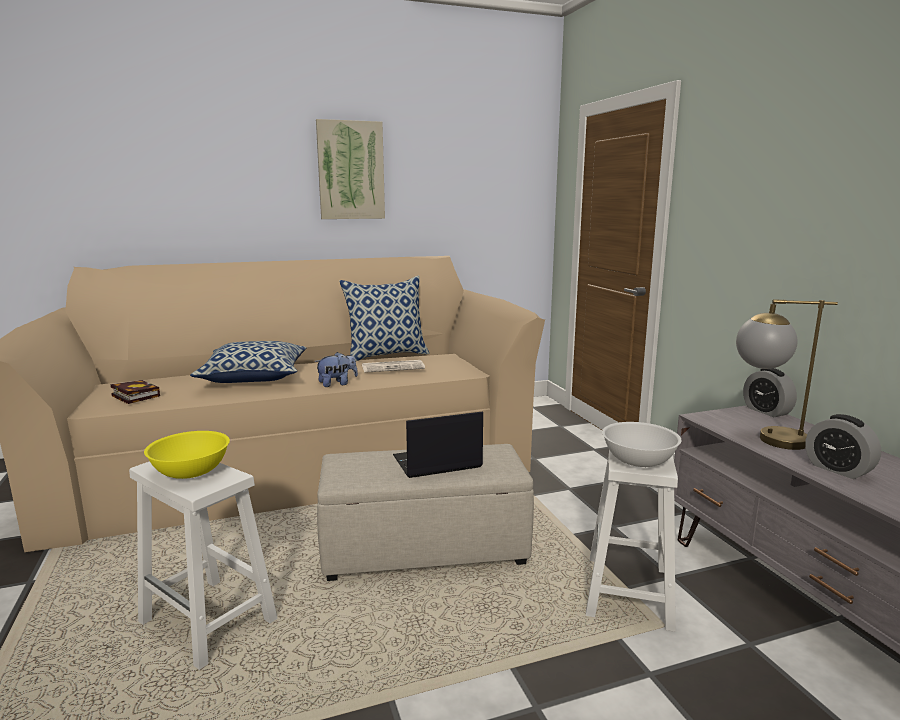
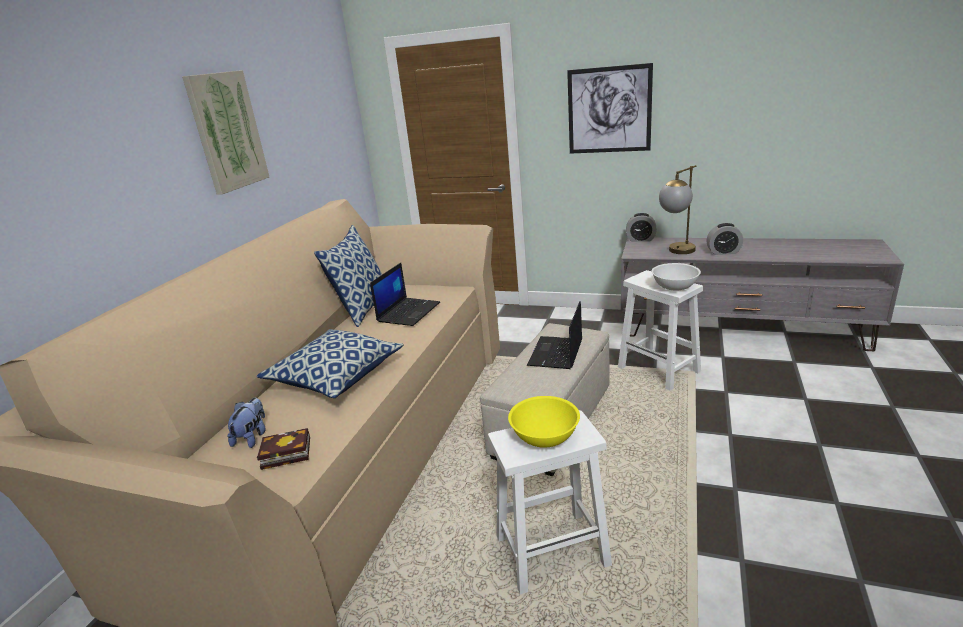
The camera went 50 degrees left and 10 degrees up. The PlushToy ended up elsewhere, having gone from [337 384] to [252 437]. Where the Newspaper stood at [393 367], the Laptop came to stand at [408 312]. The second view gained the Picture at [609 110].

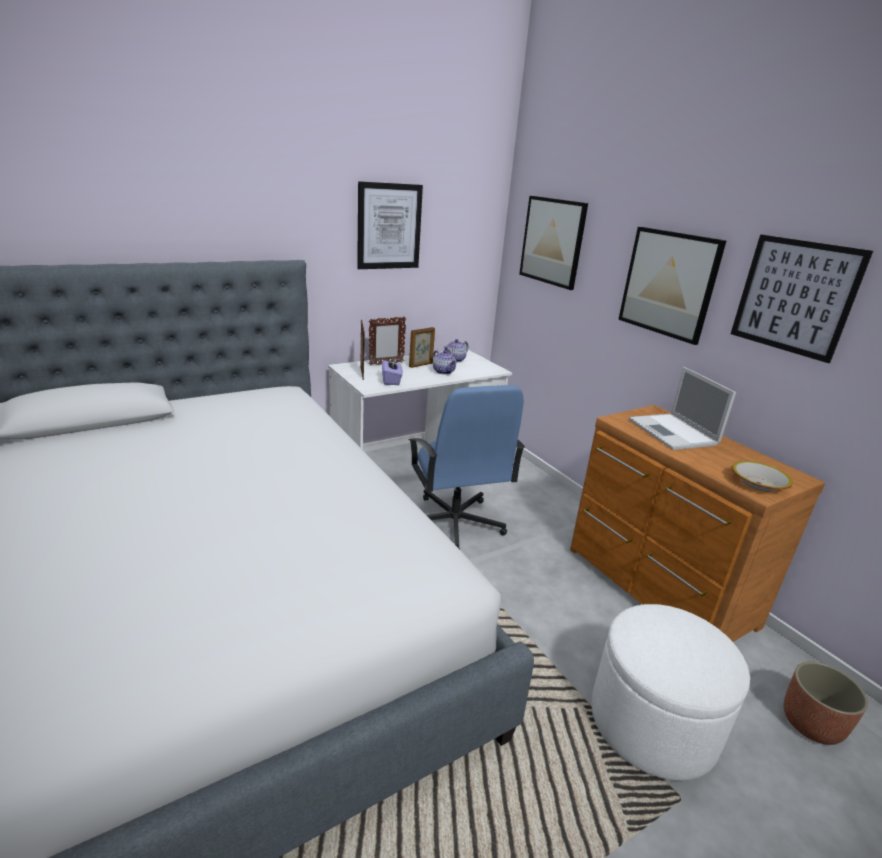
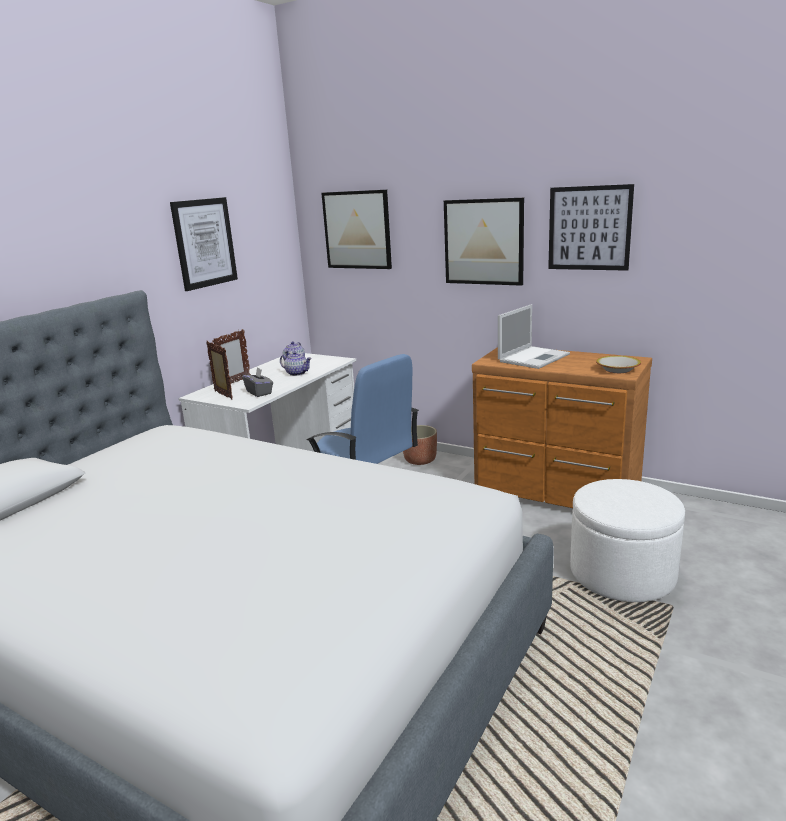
The camera went 25 degrees left and 5 degrees down. What was the PurpleTissueBox at [391 381] turned into the GreyTissueBox at [259 392]. The Planter ended up elsewhere, having gone from [811 724] to [420 460]. The Laptop at [673 432] ended up facing another way, 90 degrees counterclockwise from before. The second view lost the PictureFrame at [421 365].

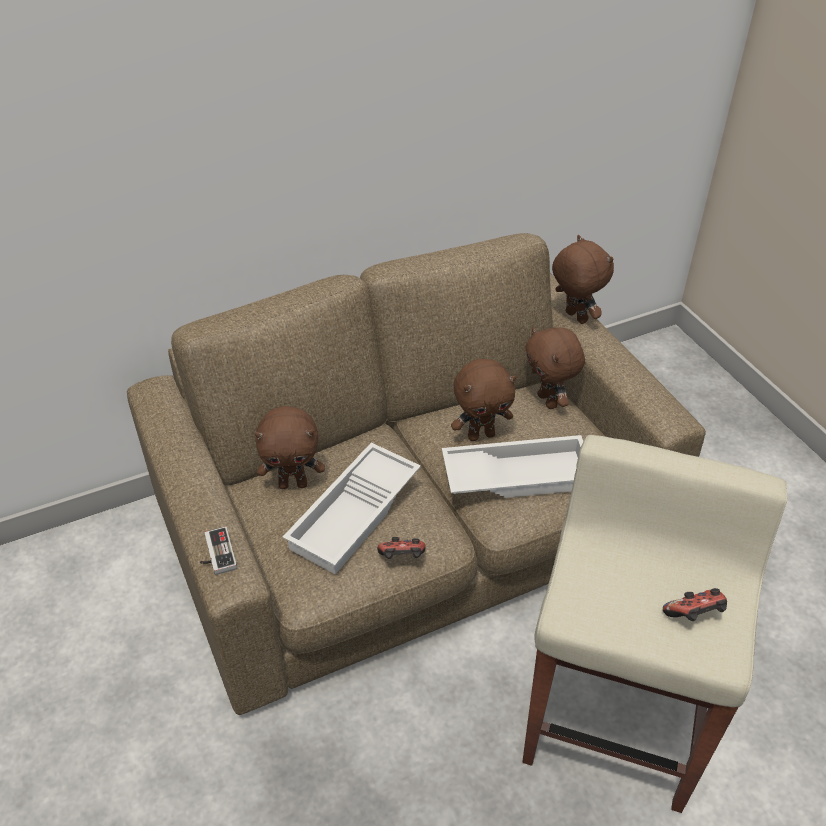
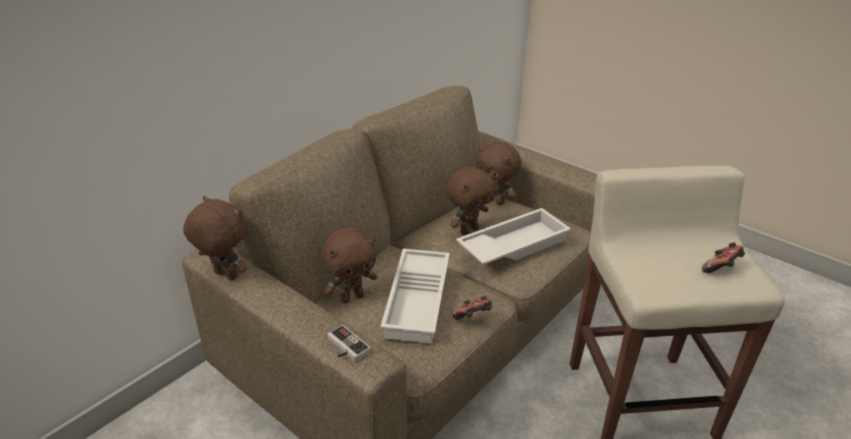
The camera went 25 degrees left and 10 degrees down. The BrownPlushToy ended up elsewhere, having gone from [574 317] to [224 276].

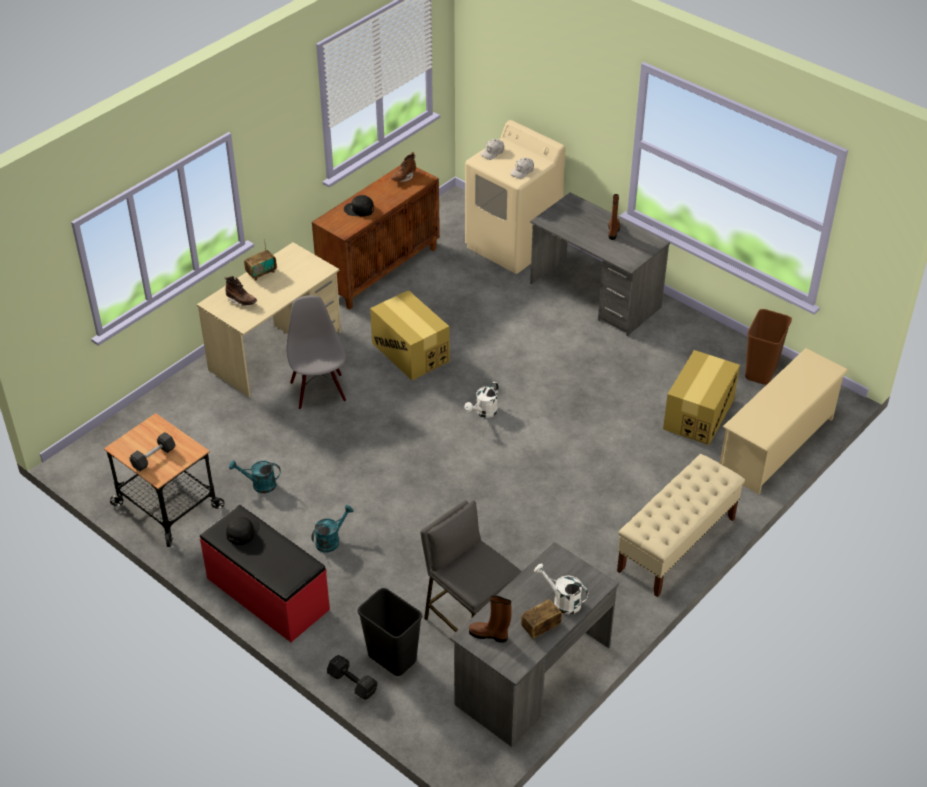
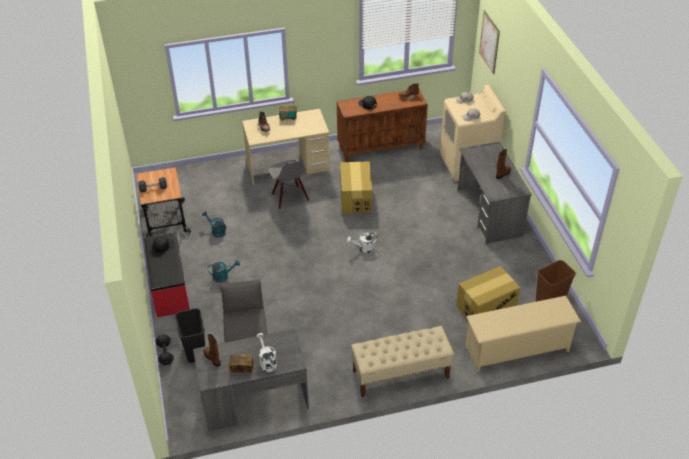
The camera went 35 degrees right and 0 degrees up. The GreyChair at [319 391] ended up facing another way, 135 degrees clockwise from before. The second view gained the Picture at [489 42].

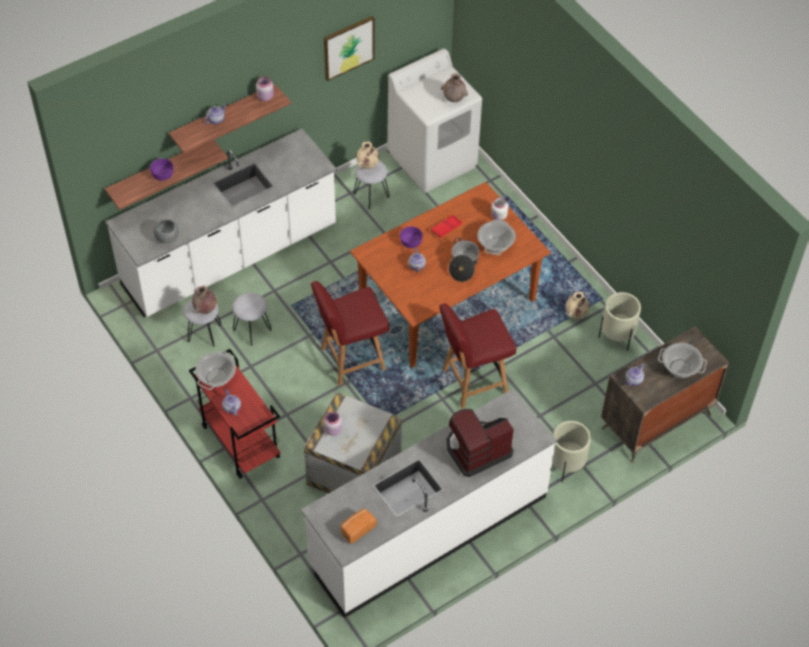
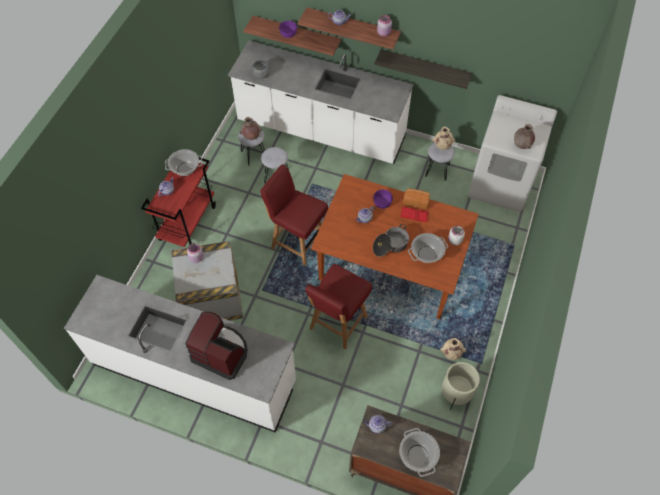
The camera went 55 degrees right and 5 degrees up. The RedChair at [473 381] ended up facing another way, 90 degrees counterclockwise from before. The second view gained the Shelf at [424 68]. The Bread ended up elsewhere, having gone from [357 529] to [416 201]. The second view lost the Picture at [348 47]. The second view lost the BeigePlanter at [566 466].

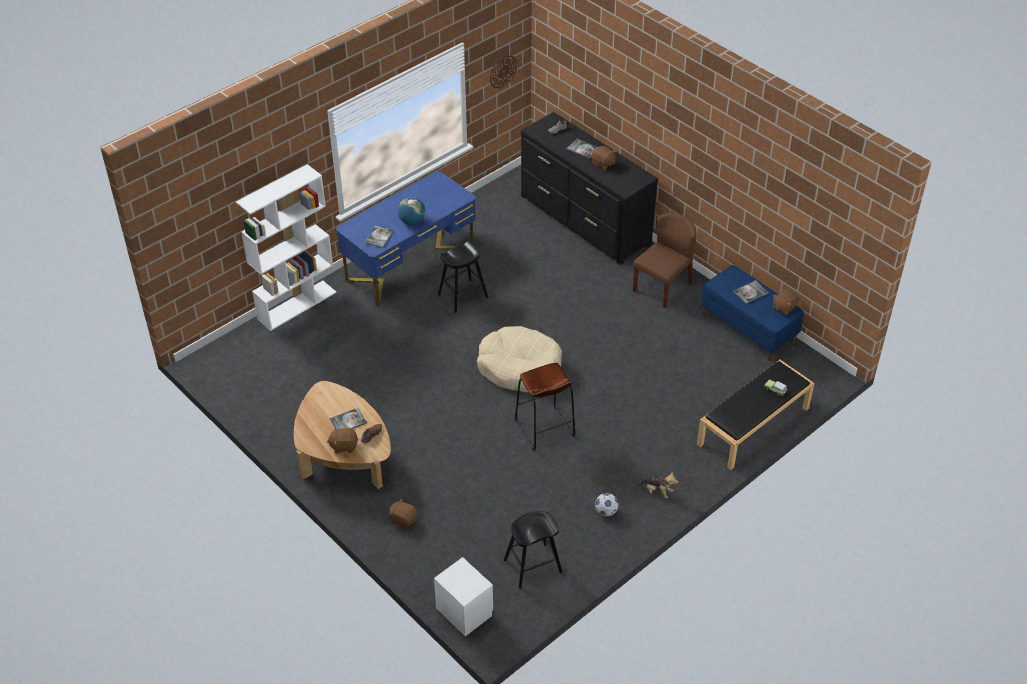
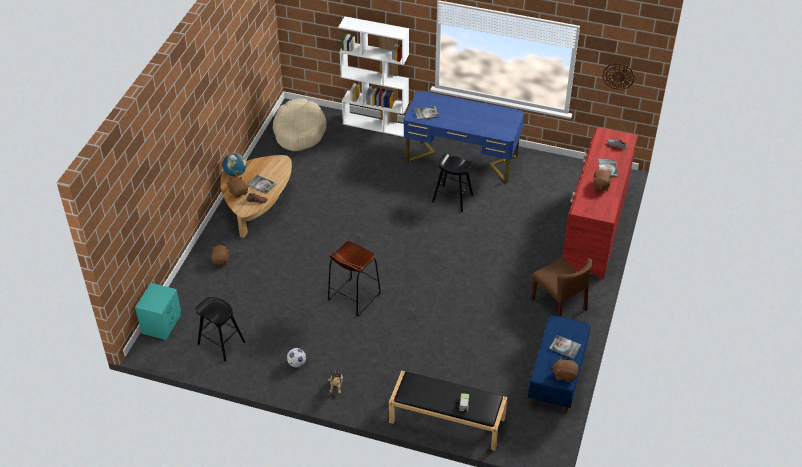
The camera went 60 degrees right and 0 degrees up. What was the WhiteNightstand at [464 612] turned into the TurquoiseNightstand at [161 324]. The Globe ended up elsewhere, having gone from [412 222] to [235 173]. The BeigeDogBed ended up elsewhere, having gone from [520 368] to [299 131]. The BrownChair at [662 287] ended up facing another way, 45 degrees clockwise from before. What was the BlackDresser at [584 220] turned into the RedDresser at [594 229].

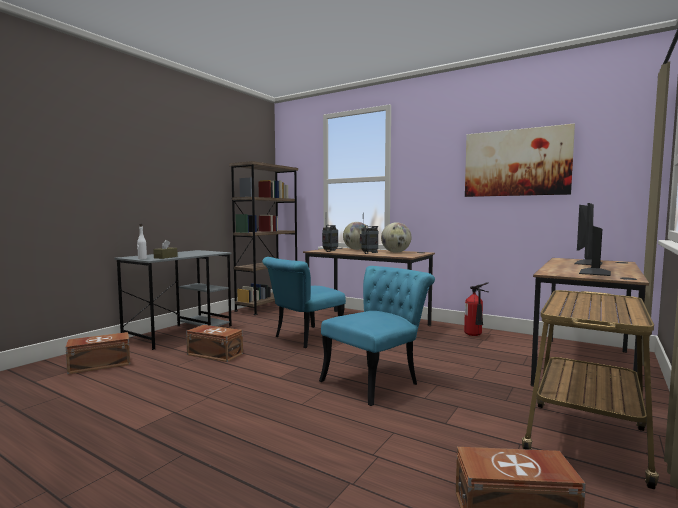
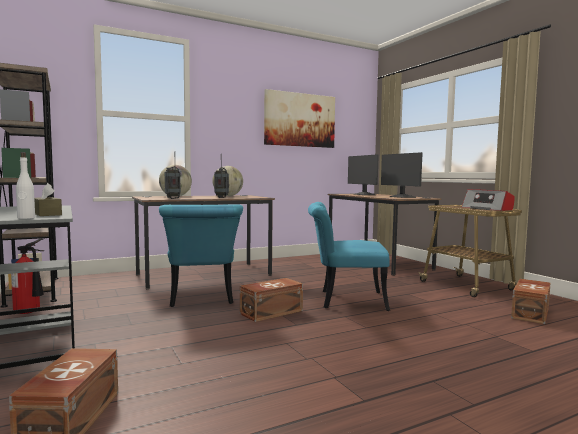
The camera went 60 degrees left and 0 degrees up. The FireExtinguisher ended up elsewhere, having gone from [475 336] to [30 312]. The BrownStorageBox ended up elsewhere, having gone from [215 354] to [270 312]. The TurquoiseChair at [376 380] ended up facing another way, 75 degrees counterclockwise from before. The second view gained the Radio at [487 209].

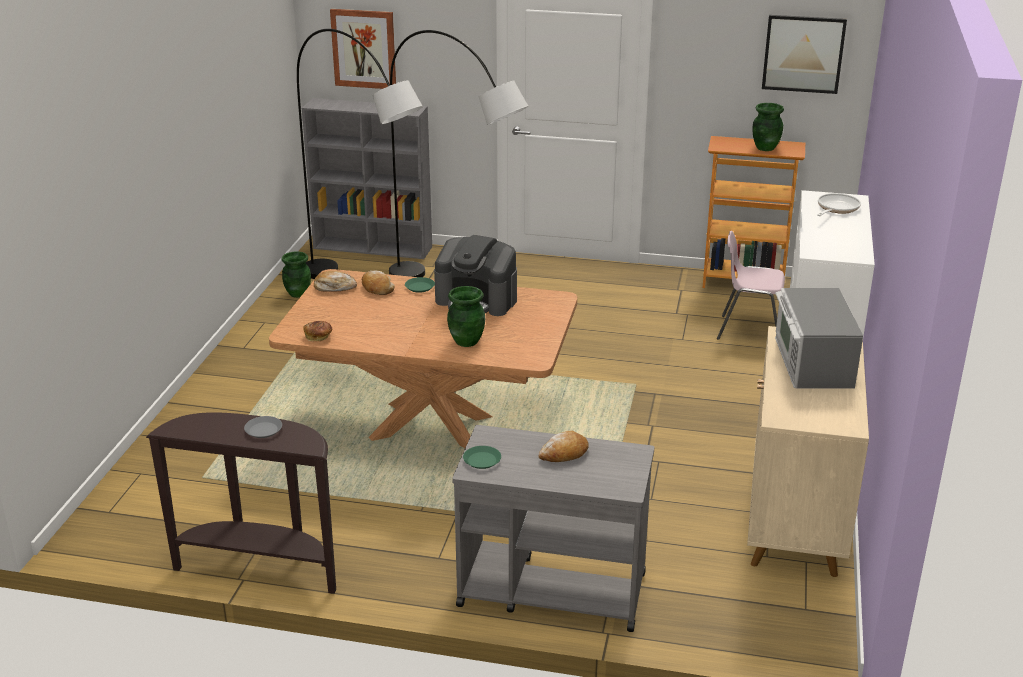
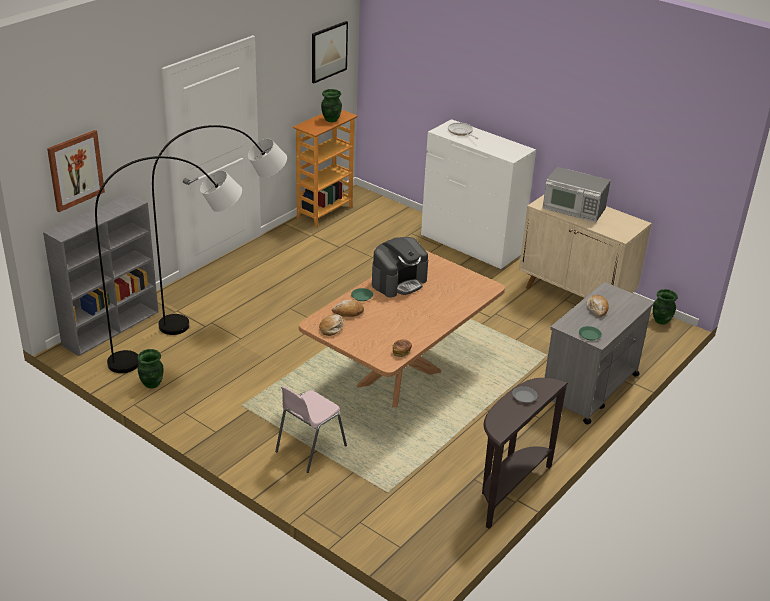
The camera went 65 degrees left and 5 degrees up. The PinkChair ended up elsewhere, having gone from [750 330] to [309 449]. The GreenVase ended up elsewhere, having gone from [466 341] to [661 320].

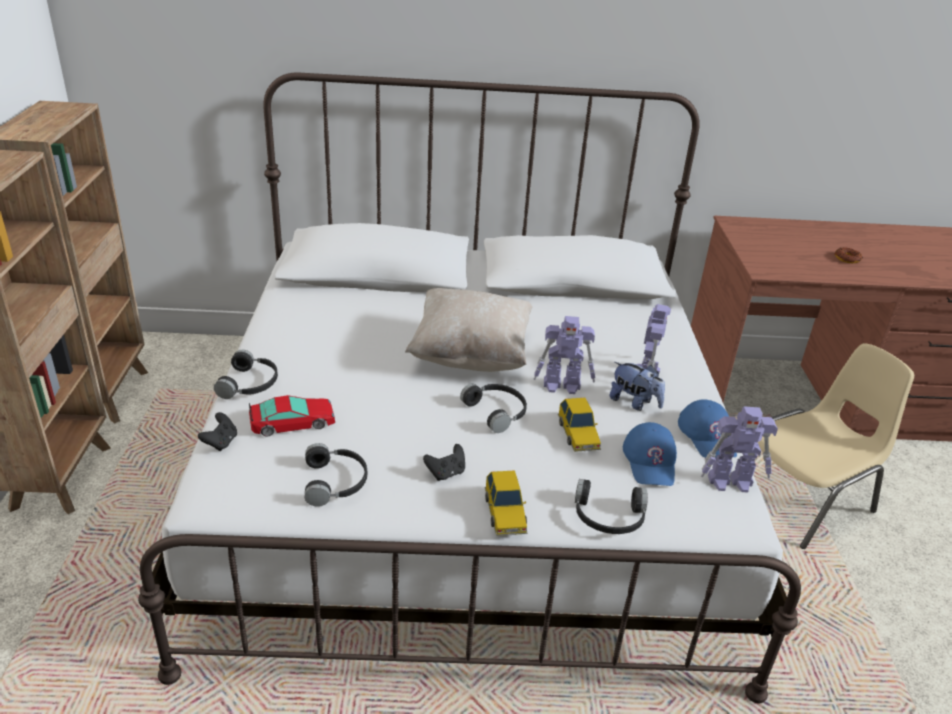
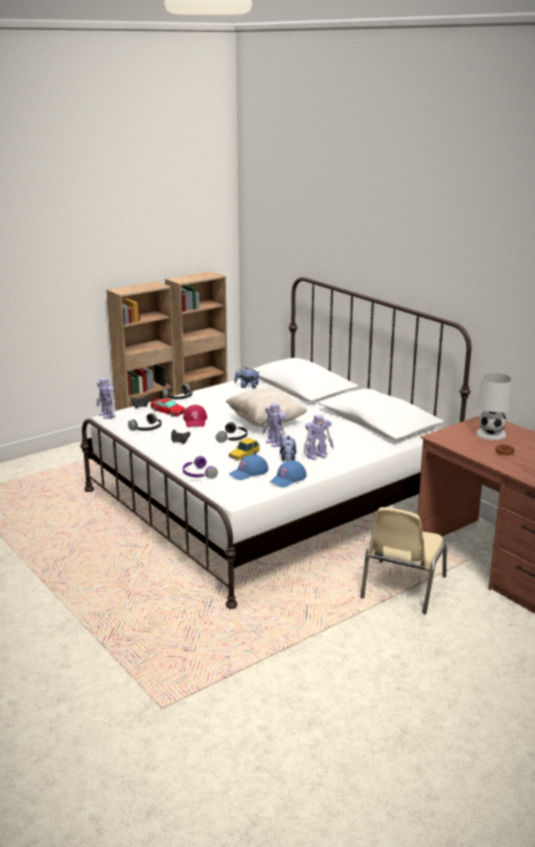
The camera went 55 degrees right and 10 degrees down. The ToyRobot ended up elsewhere, having gone from [731 482] to [107 415]. The second view gained the RedCap at [195 421]. What was the BlackHeadphones at [608 518] turned into the PurpleHeadphones at [198 474]. The second view gained the PlushToy at [247 386]. The BeigeChair at [803 498] ended up facing another way, 90 degrees clockwise from before. The second view gained the WhiteTableLamp at [490 434]. The second view lost the ToyCar at [505 513].

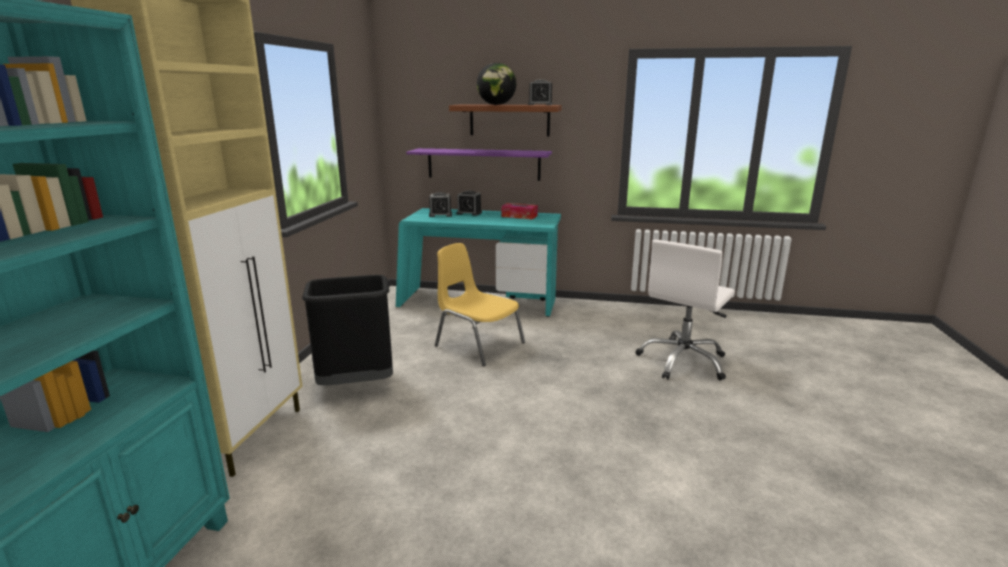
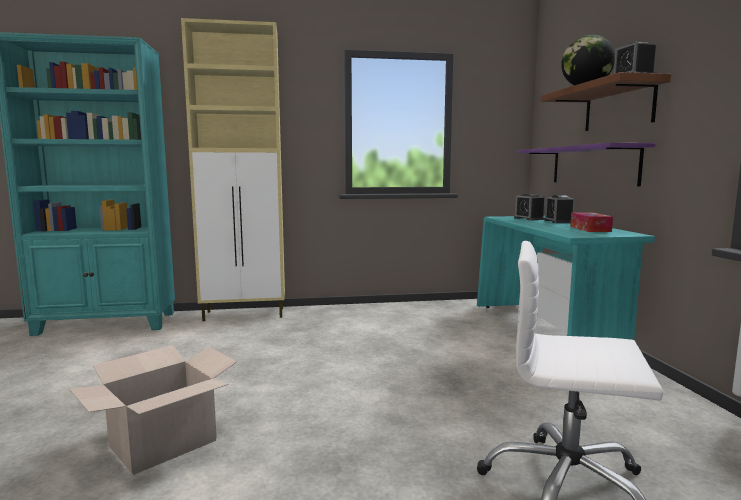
The camera went 70 degrees right and 10 degrees down. The second view gained the CardboardBox at [163 443]. The second view lost the BlackTrashCan at [357 384]. The second view lost the YellowChair at [478 344].

